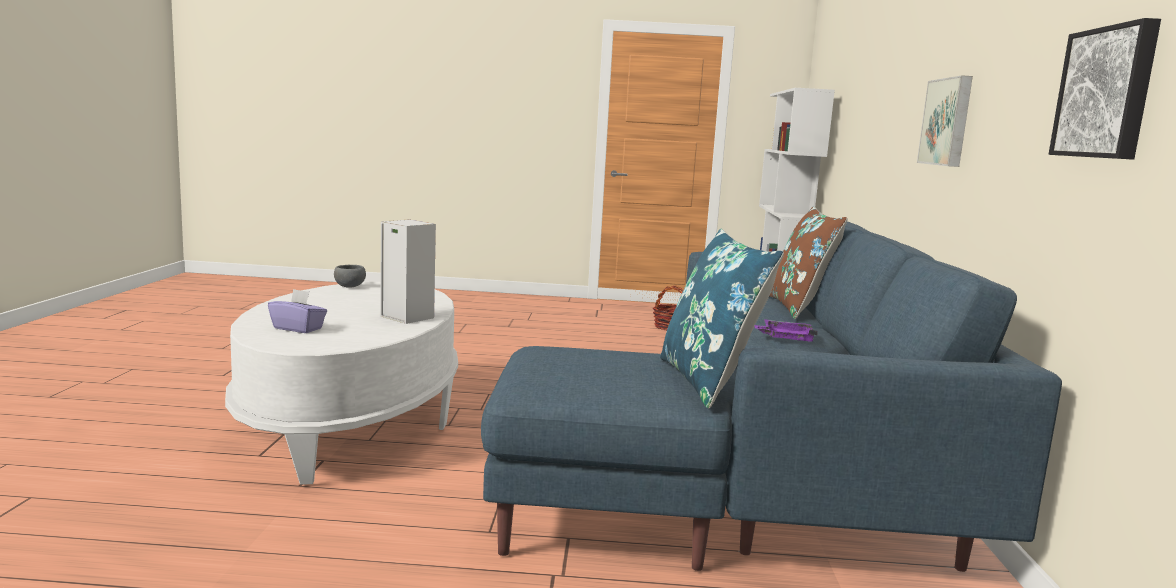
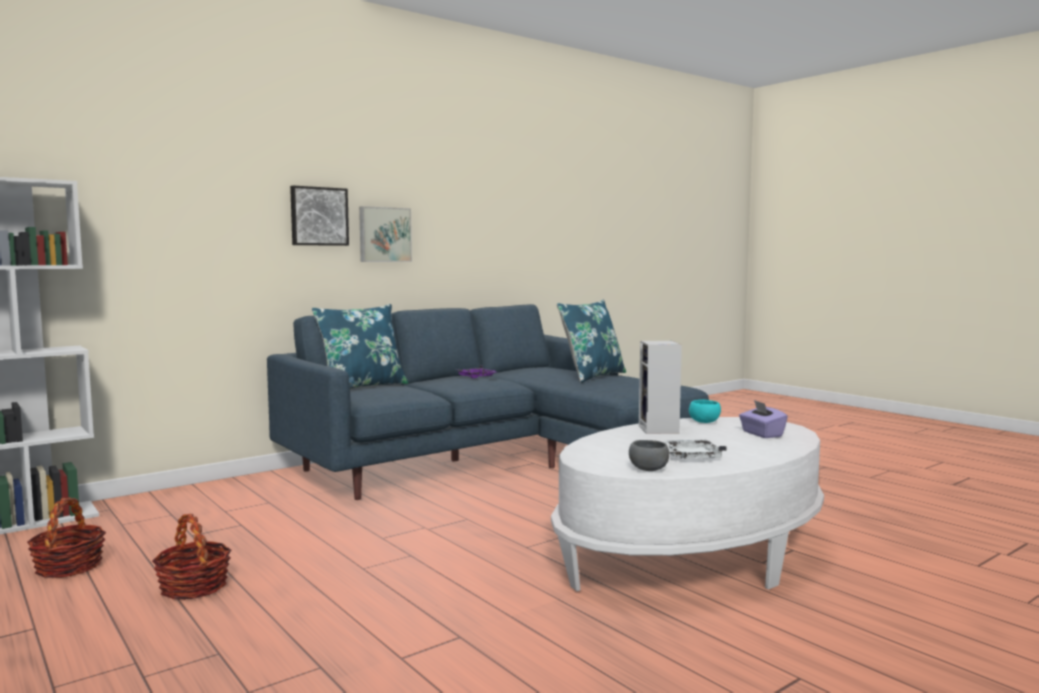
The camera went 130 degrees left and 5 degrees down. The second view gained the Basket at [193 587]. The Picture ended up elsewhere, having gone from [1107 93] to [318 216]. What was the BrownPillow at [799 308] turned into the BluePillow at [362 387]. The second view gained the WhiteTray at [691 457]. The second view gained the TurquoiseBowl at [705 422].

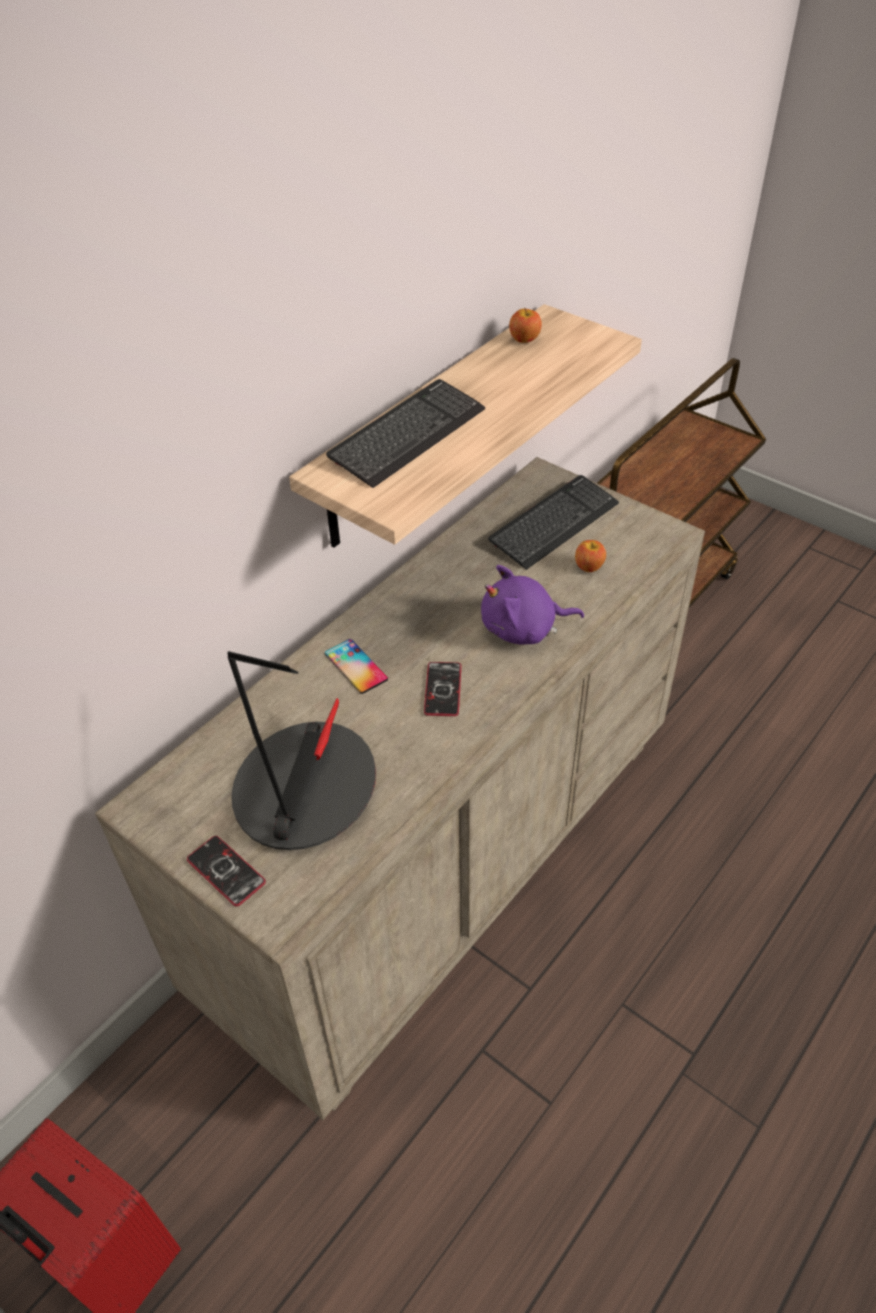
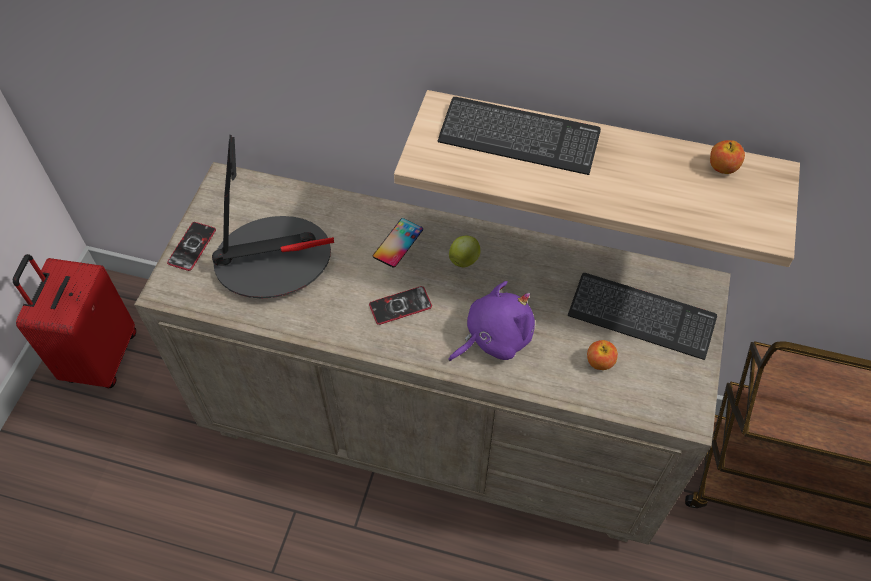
The camera went 65 degrees right and 10 degrees up. The PurplePlushToy at [523 629] ended up facing another way, 90 degrees clockwise from before. The second view gained the Apple at [464 259].

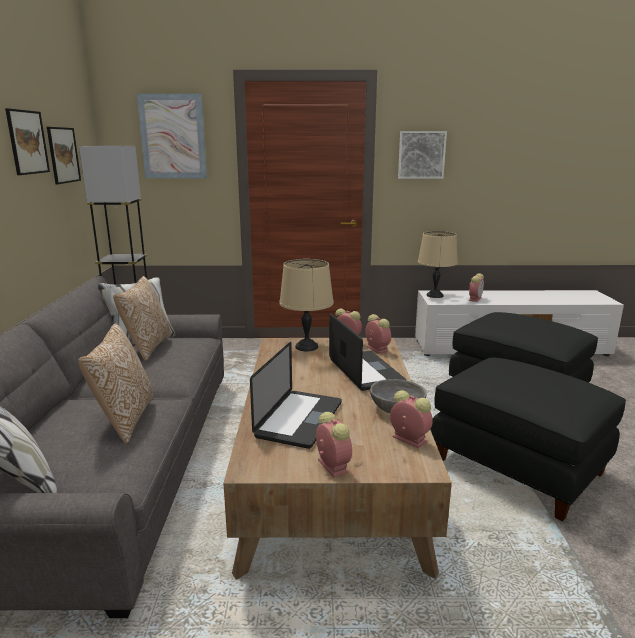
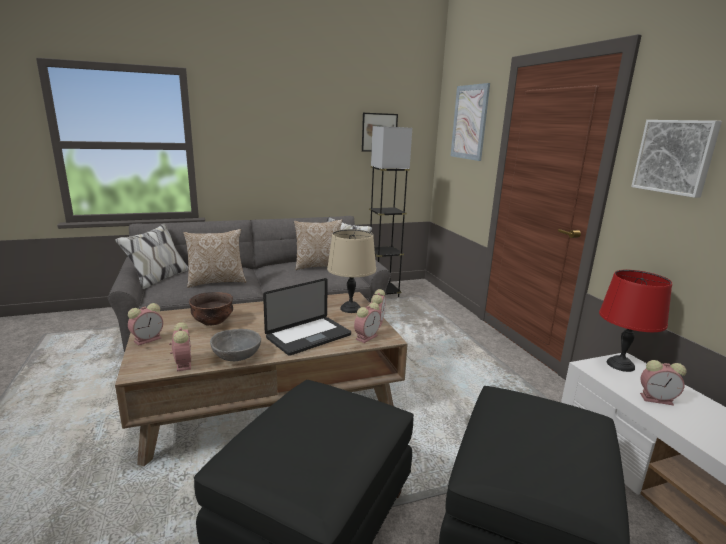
The camera went 70 degrees right and 0 degrees up. The AlarmClock at [408 439] ended up facing another way, 45 degrees counterclockwise from before. Where the Laptop stood at [299 419], the BrownBowl came to stand at [213 322]. What was the BeigeTableLamp at [434 295] turned into the RedTableLamp at [619 364]. The second view lost the Picture at [27 142].

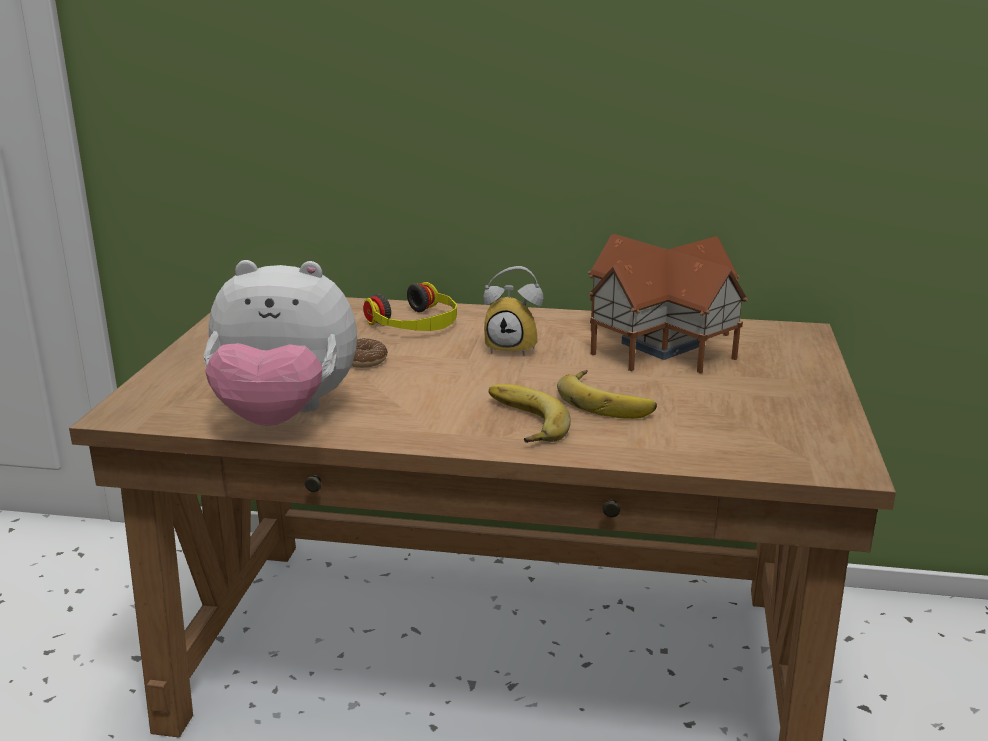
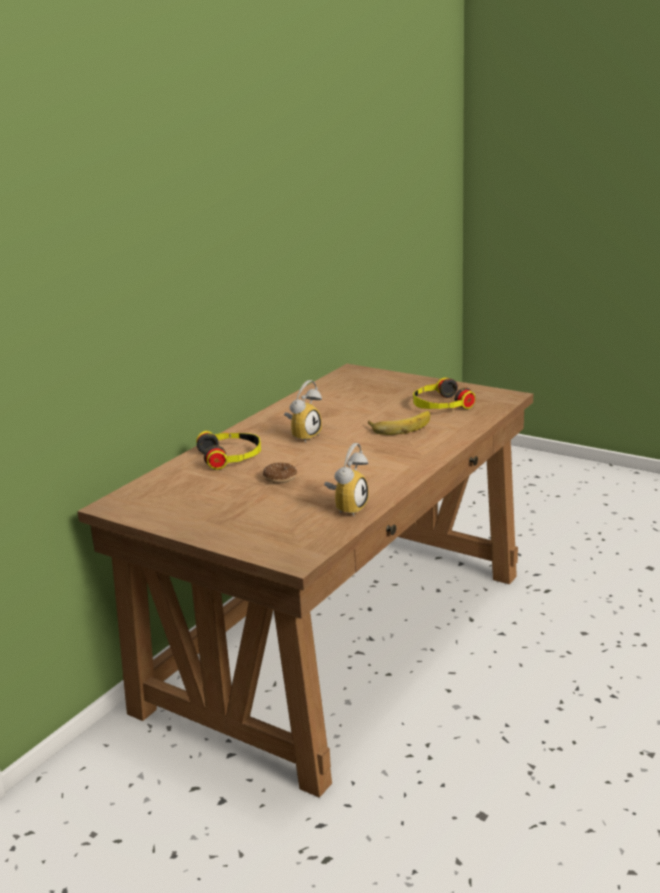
The camera went 65 degrees left and 0 degrees up. Where the PlushToy stood at [284 416], the AlarmClock came to stand at [347 508]. The second view gained the Headphones at [440 405]. The second view lost the Banana at [520 422]. The second view lost the ToyHouse at [661 345].

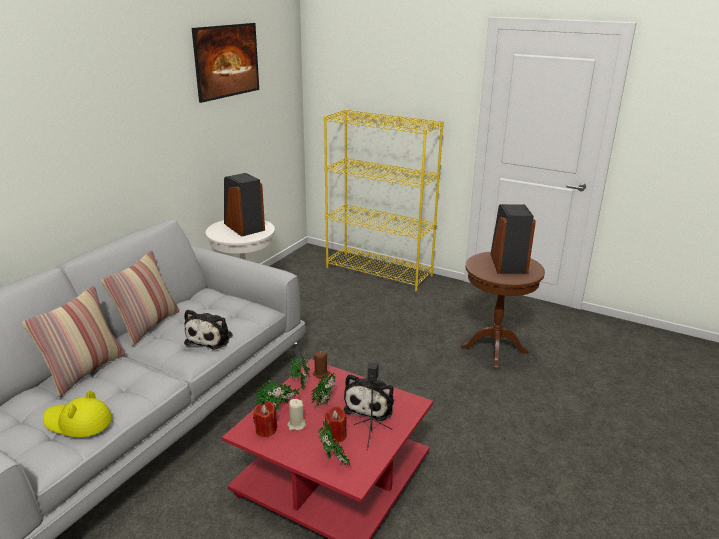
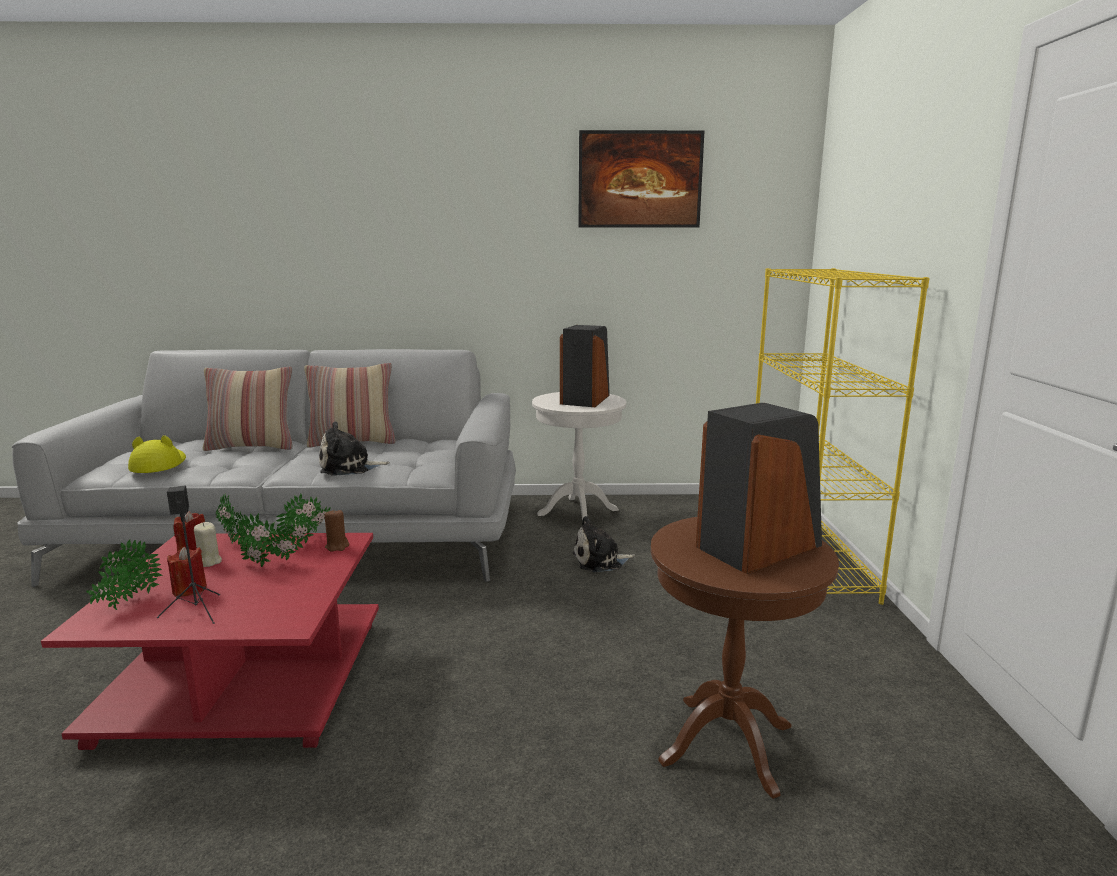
The camera went 60 degrees right and 10 degrees down. The PlushToy ended up elsewhere, having gone from [371 405] to [600 561].

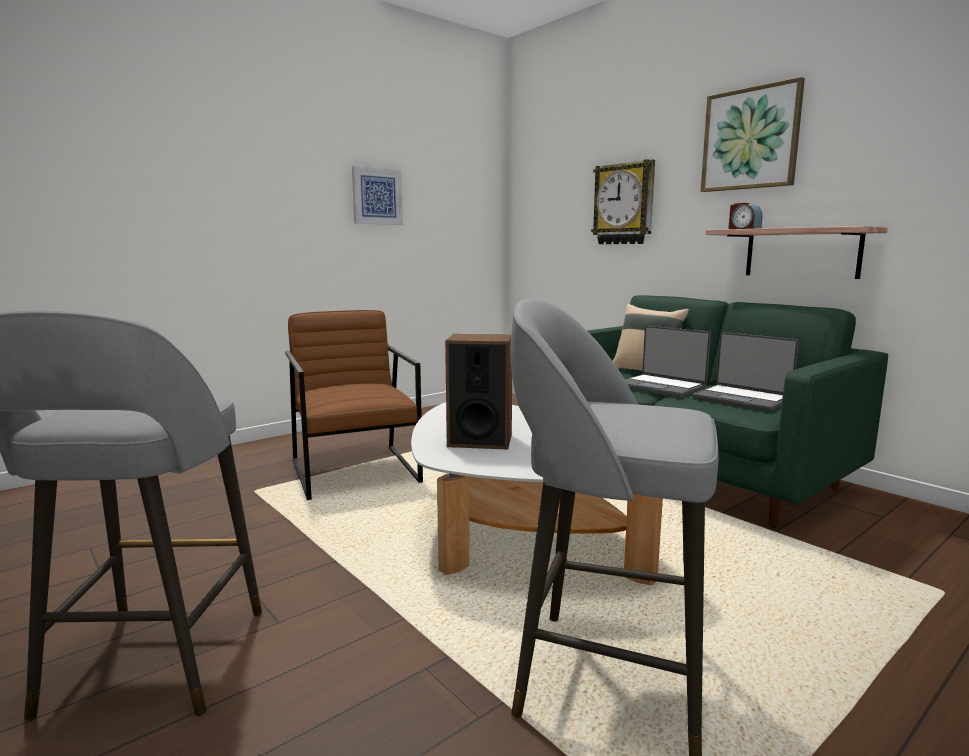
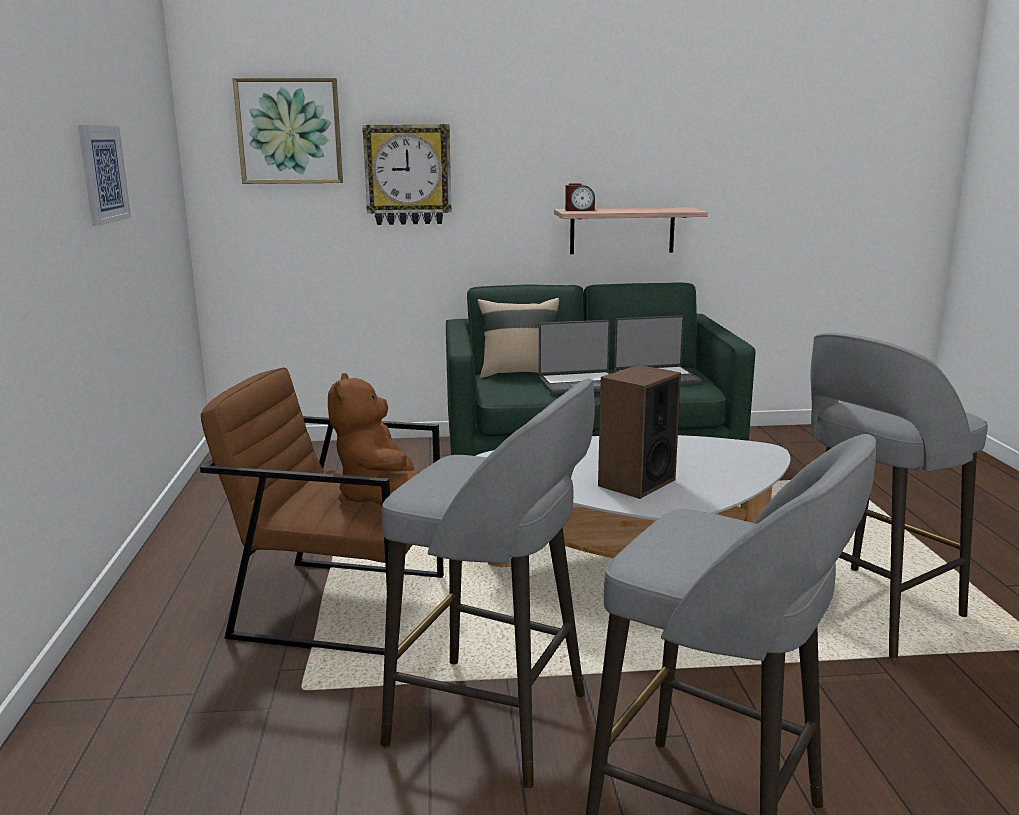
The camera went 55 degrees left and 5 degrees up. The Picture ended up elsewhere, having gone from [750 139] to [289 131]. The second view gained the BrownPlushToy at [380 499]. The second view gained the GreyStool at [493 721].

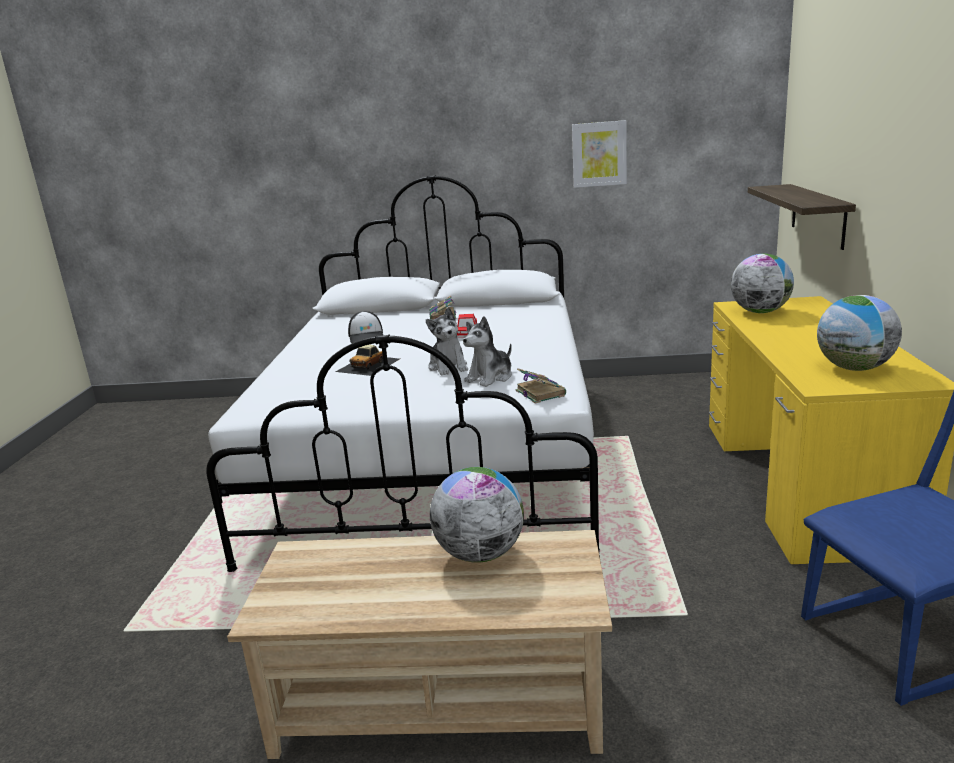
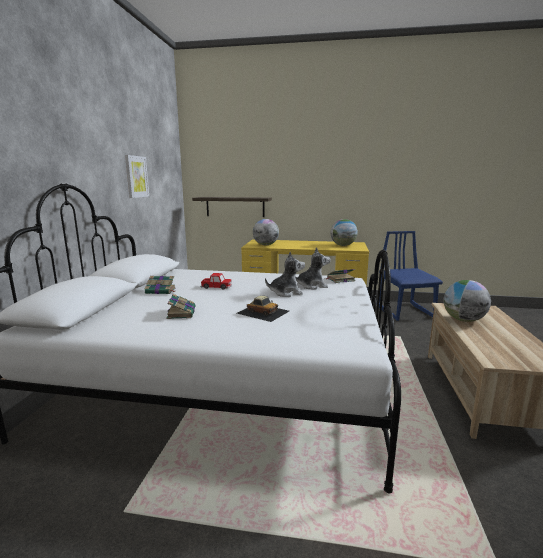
The camera went 85 degrees left and 5 degrees down. Where the Cap stood at [367 336], the Book came to stand at [181 313]. The PlushToy at [490 377] ended up facing another way, 60 degrees counterclockwise from before.

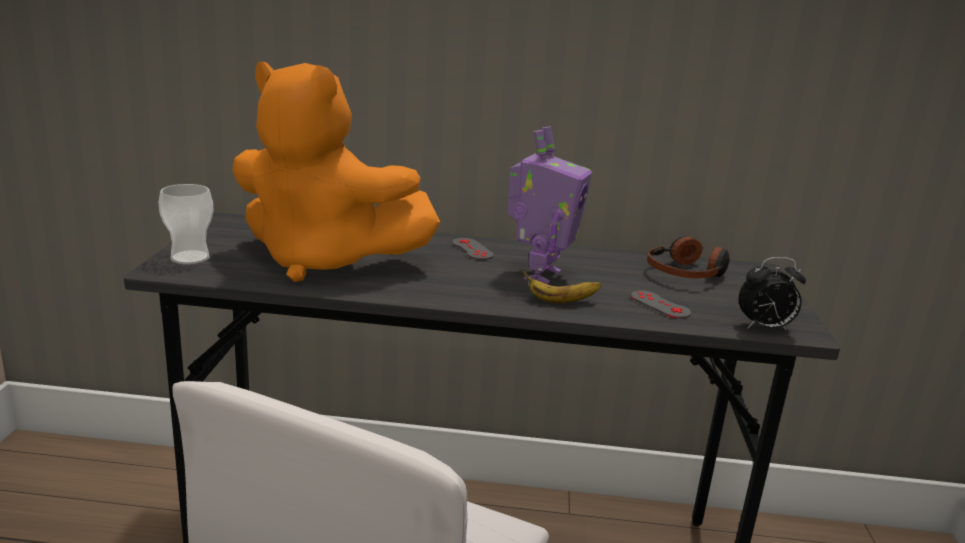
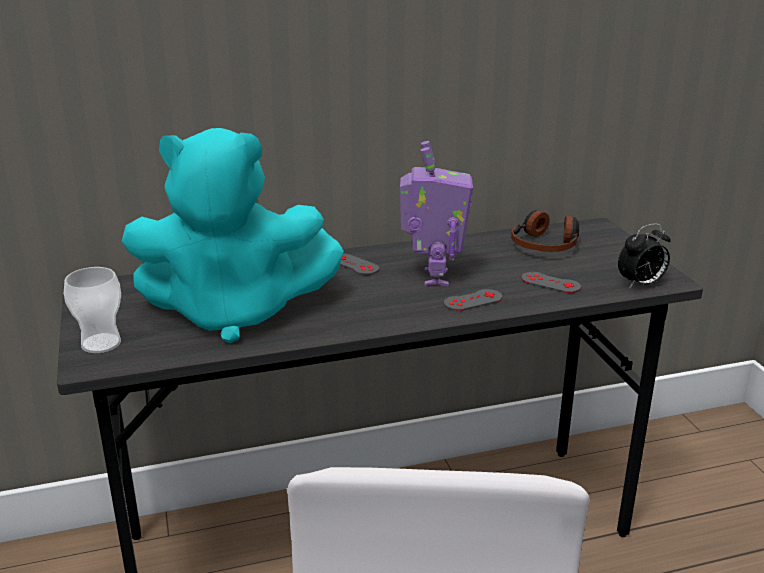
The camera went 20 degrees left and 5 degrees up. What was the OrangePlushToy at [324 261] turned into the TurquoisePlushToy at [234 313]. Where the Banana stood at [560 301], the GreyGameController came to stand at [473 300].

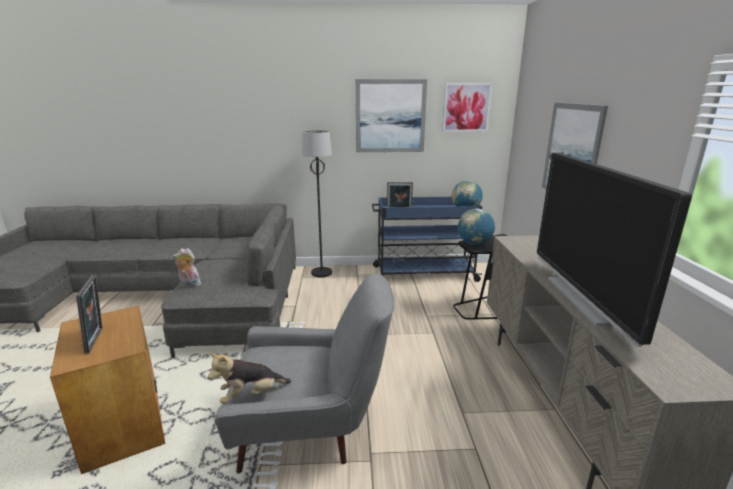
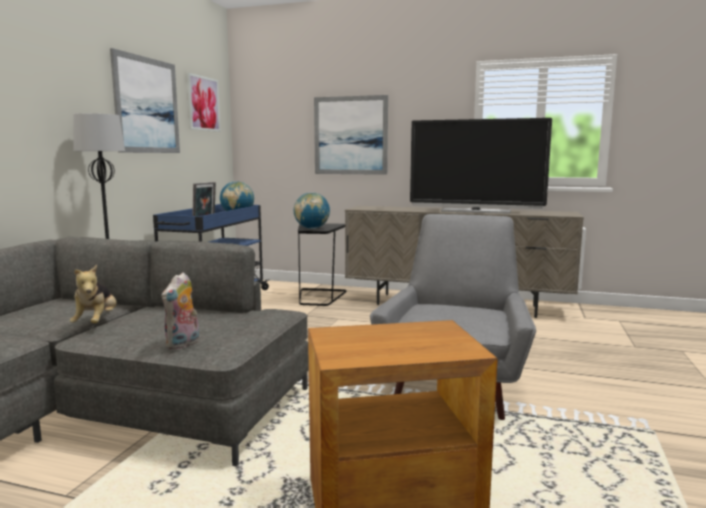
The camera went 70 degrees left and 10 degrees down. The PlushToy ended up elsewhere, having gone from [251 395] to [96 322]. The second view lost the PictureFrame at [97 340].

